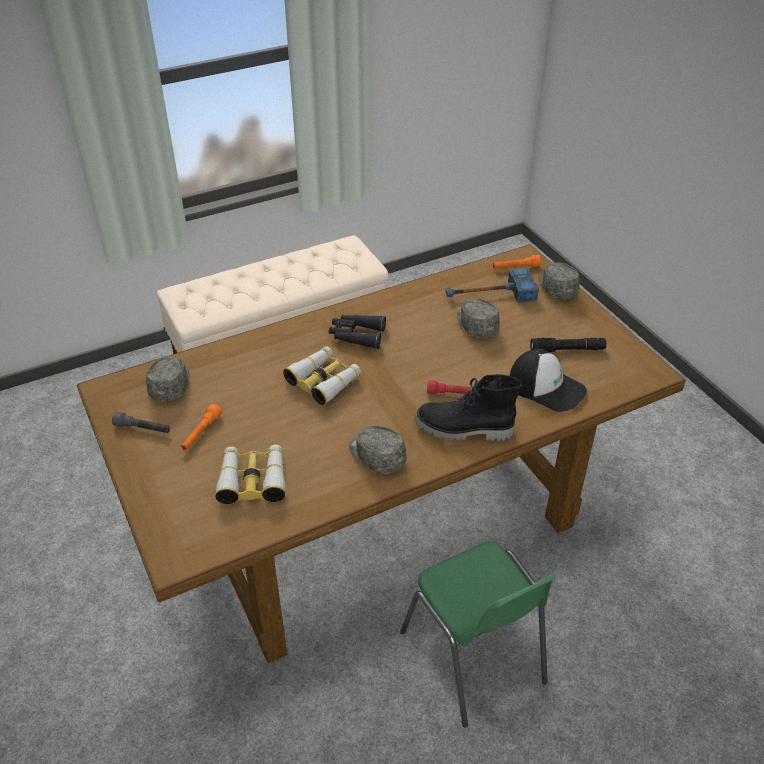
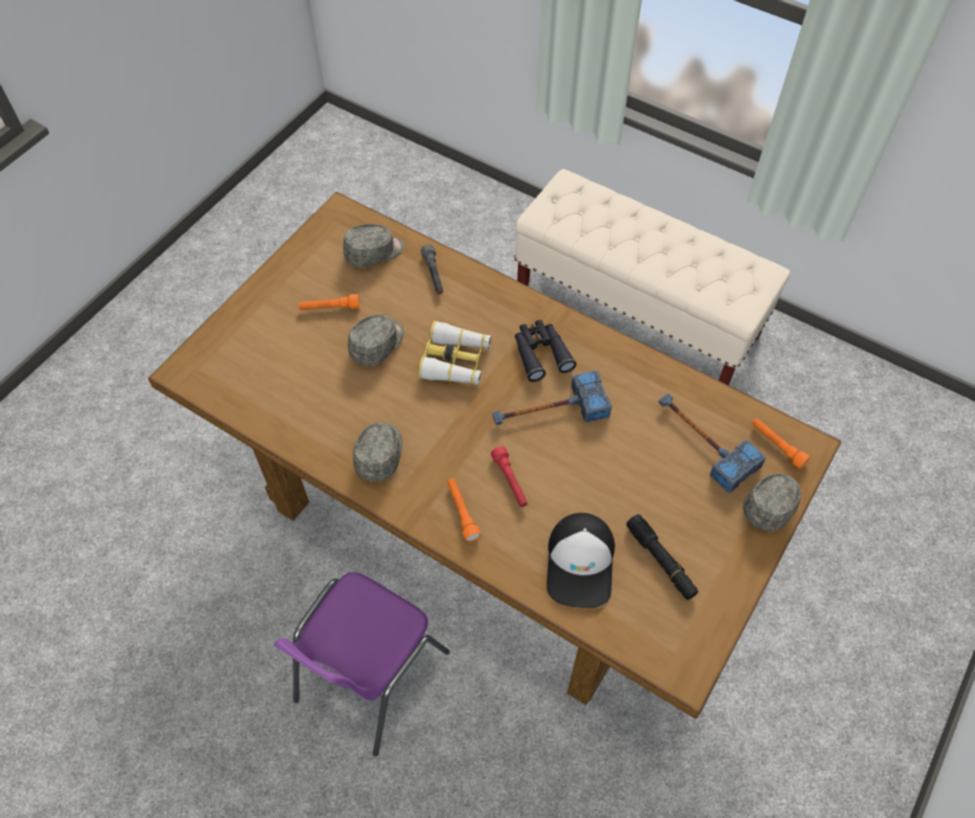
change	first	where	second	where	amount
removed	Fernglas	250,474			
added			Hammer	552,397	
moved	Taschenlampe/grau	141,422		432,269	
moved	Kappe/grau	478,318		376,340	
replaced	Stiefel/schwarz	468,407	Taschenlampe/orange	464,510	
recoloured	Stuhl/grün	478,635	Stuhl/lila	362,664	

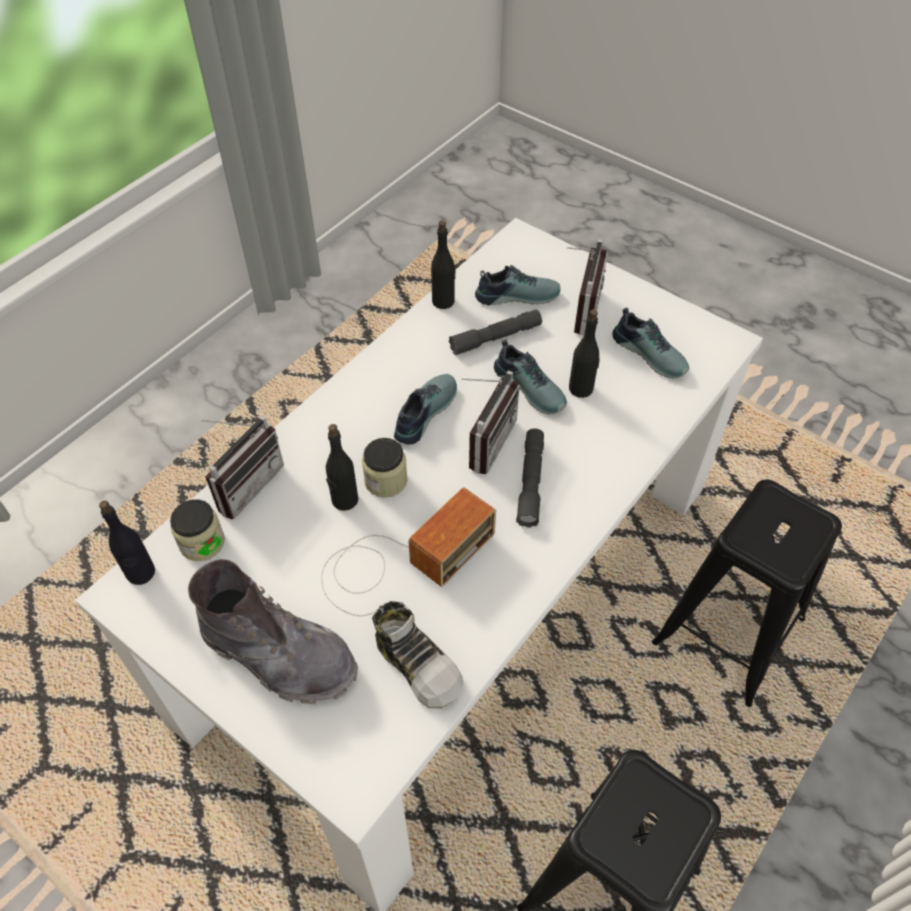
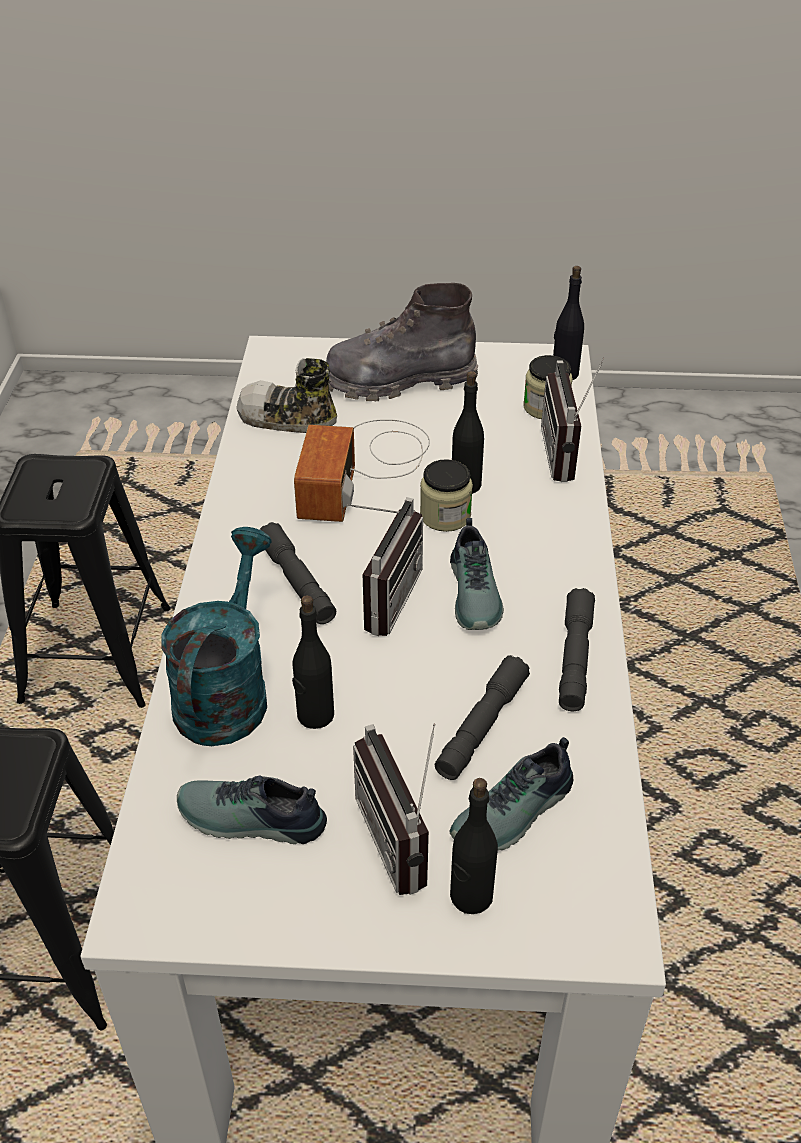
change	first	where	second	where	amount
removed	Schuh	530,376			
added			Gießkanne/türkis	216,636	
added			Taschenlampe/grau	577,649	
moved	Flasche/schwarz	443,265		474,846	
turned	Radio	491,422		385,566	150 degrees counterclockwise

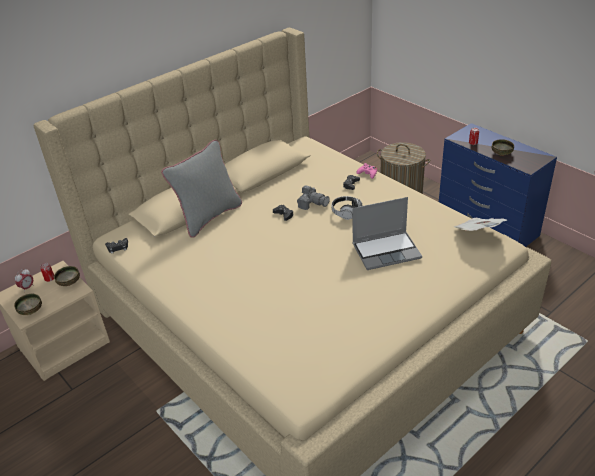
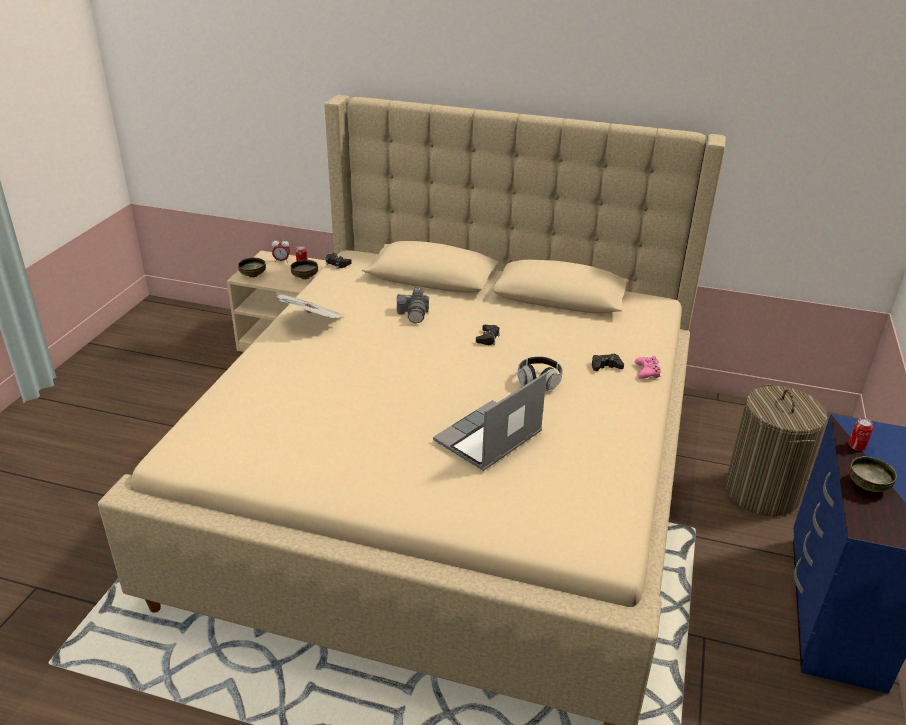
change	first	where	second	where	amount
removed	Kissen/grau	201,189			
moved	Kamera	313,198		413,305	
moved	Zeitung	480,224		310,306	
turned	Laptop	387,233		490,421	90 degrees clockwise

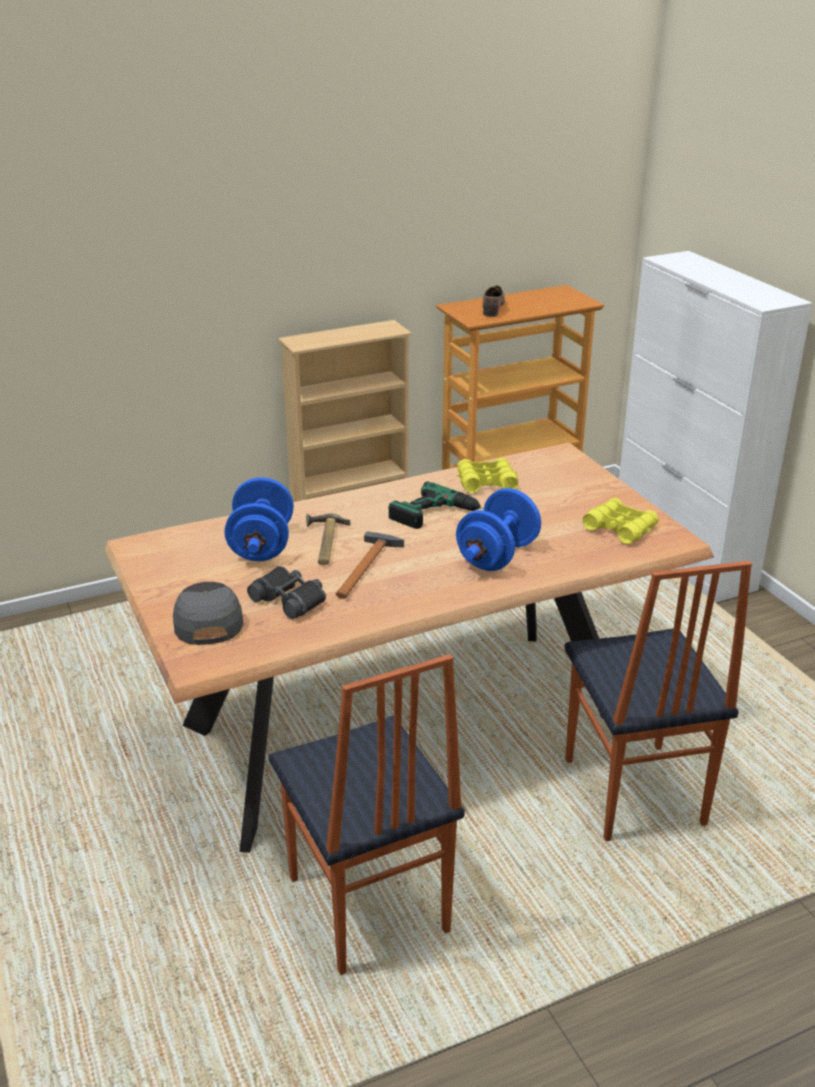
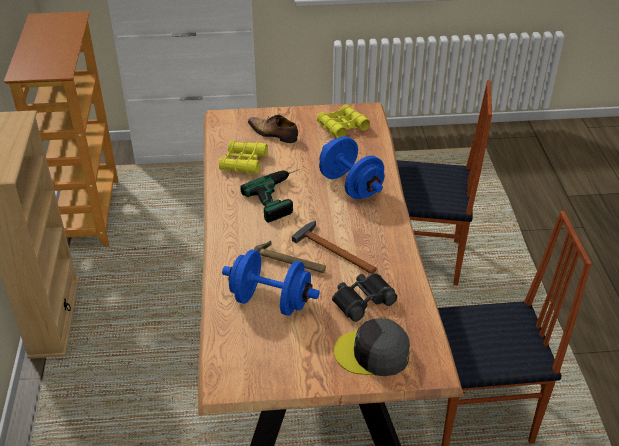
change	first	where	second	where	amount
moved	Schuh	494,301		273,129	

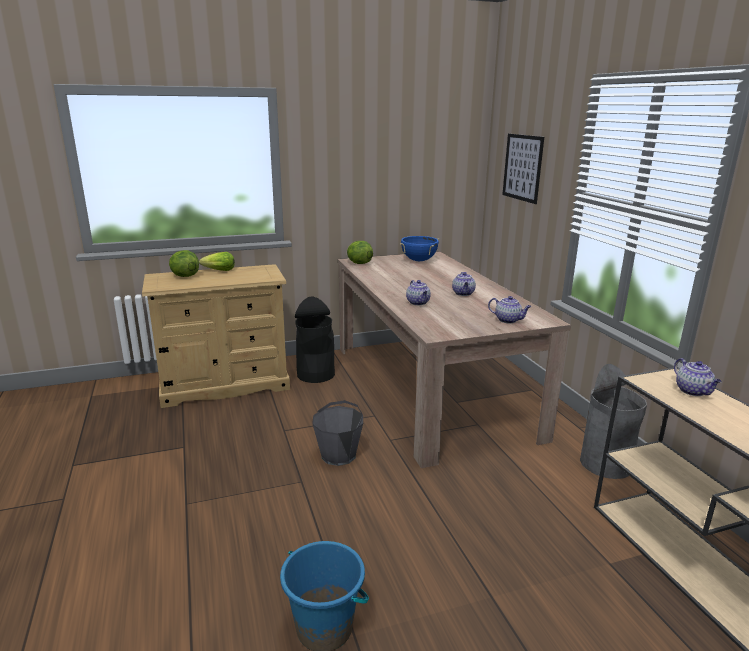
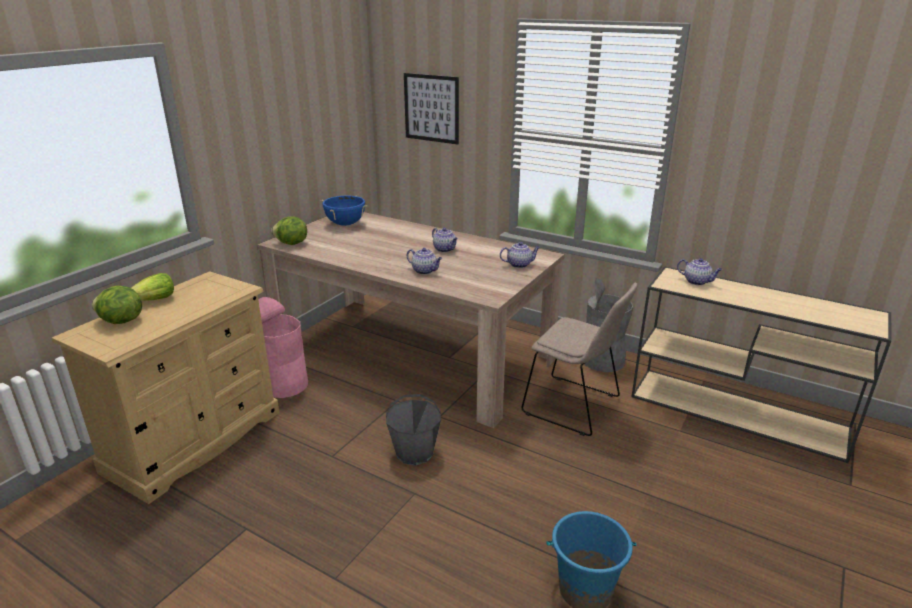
change	first	where	second	where	amount
added			Stuhl/beige	579,359	
recoloured	Mülleimer/schwarz	315,340	Mülleimer/rosa	283,347	

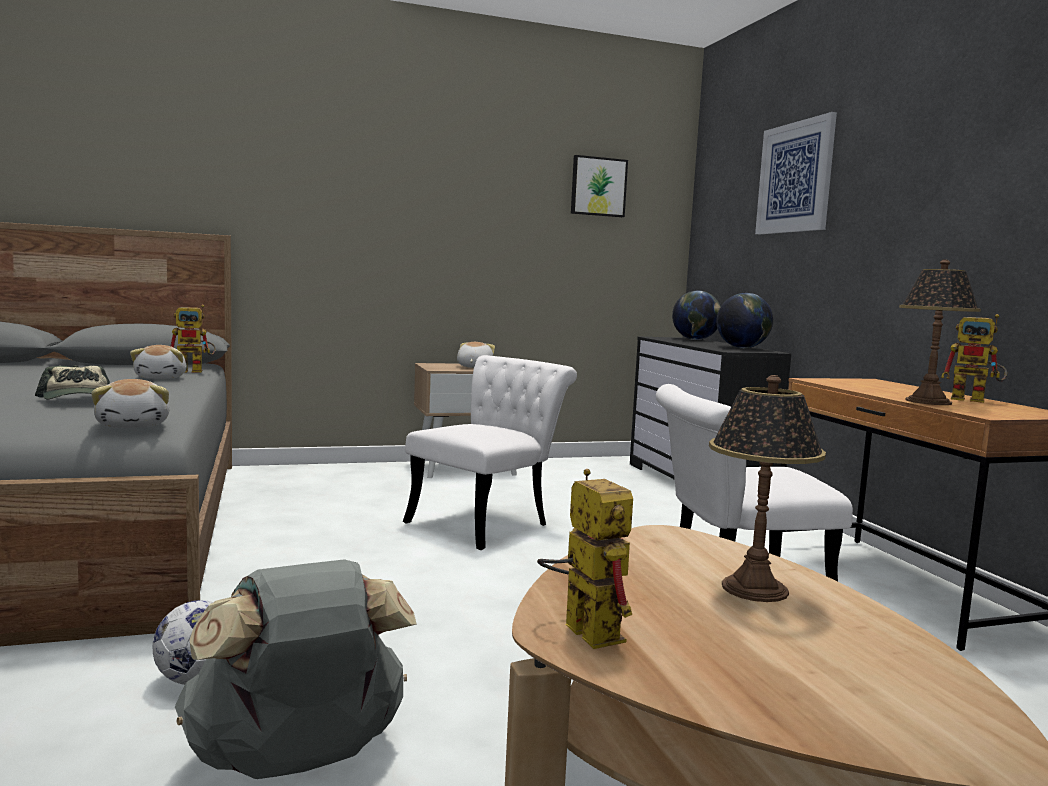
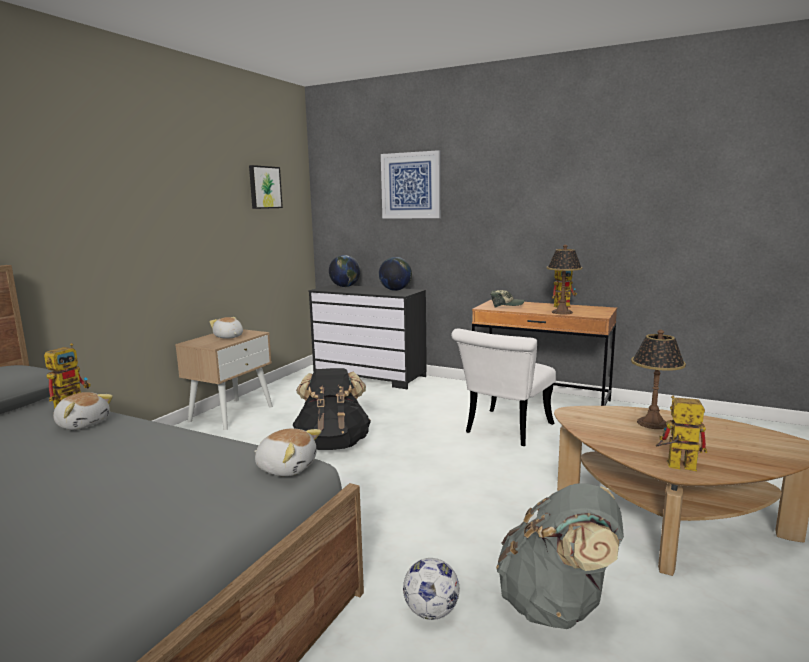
change	first	where	second	where	amount
moved	Kappe	72,382		507,298	
replaced	Stuhl/weiß	490,452	Rucksack/schwarz	331,409	

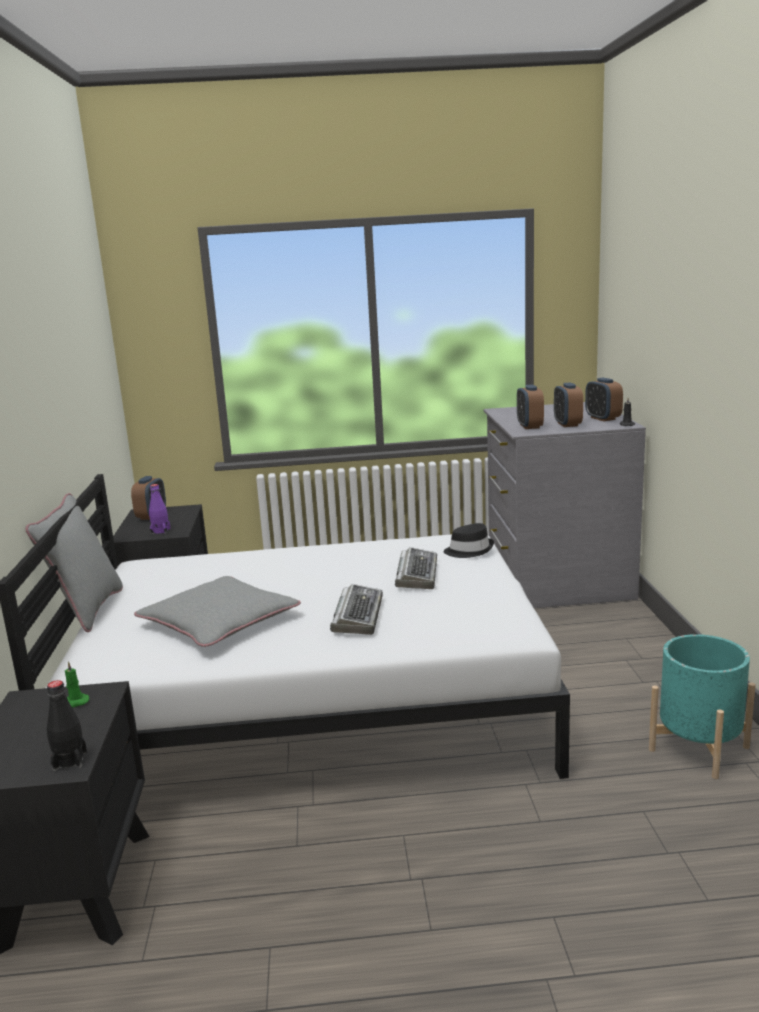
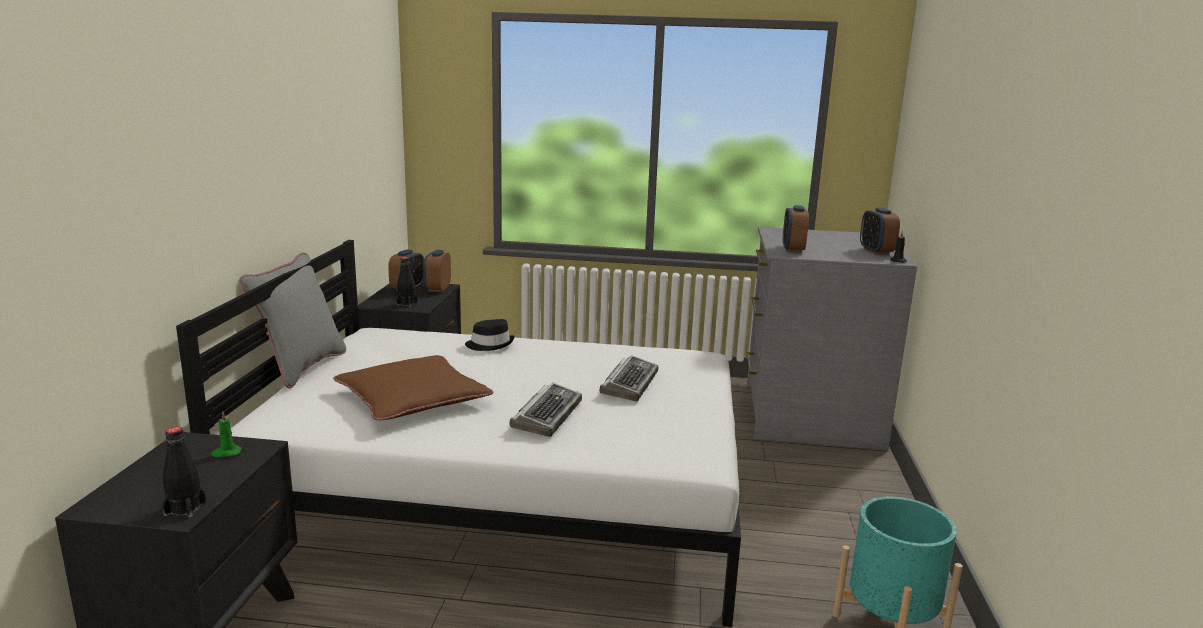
change	first	where	second	where	amount
moved	Hut/schwarz	469,540		490,335	
moved	Wecker	568,404		437,271	
recoloured	Kissen/grau	217,611	Kissen/braun	413,388	
recoloured	Flasche/lila	159,509	Flasche/schwarz	406,282	

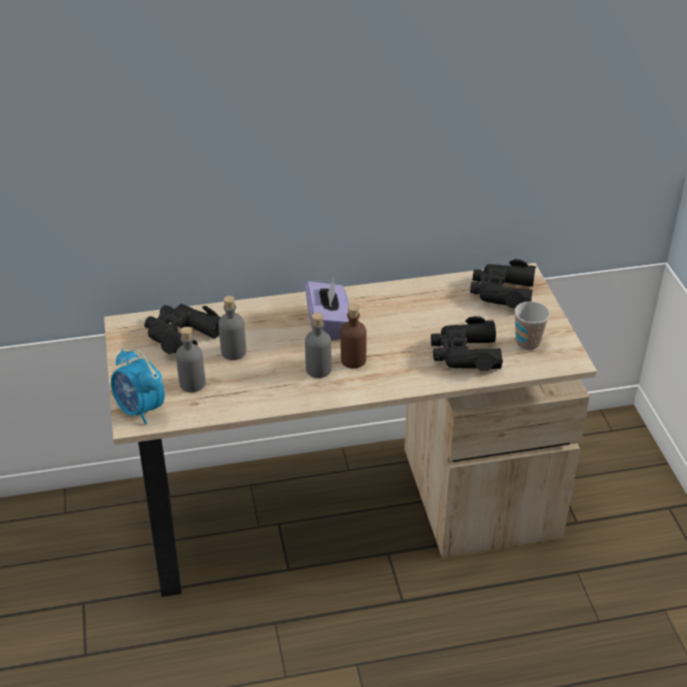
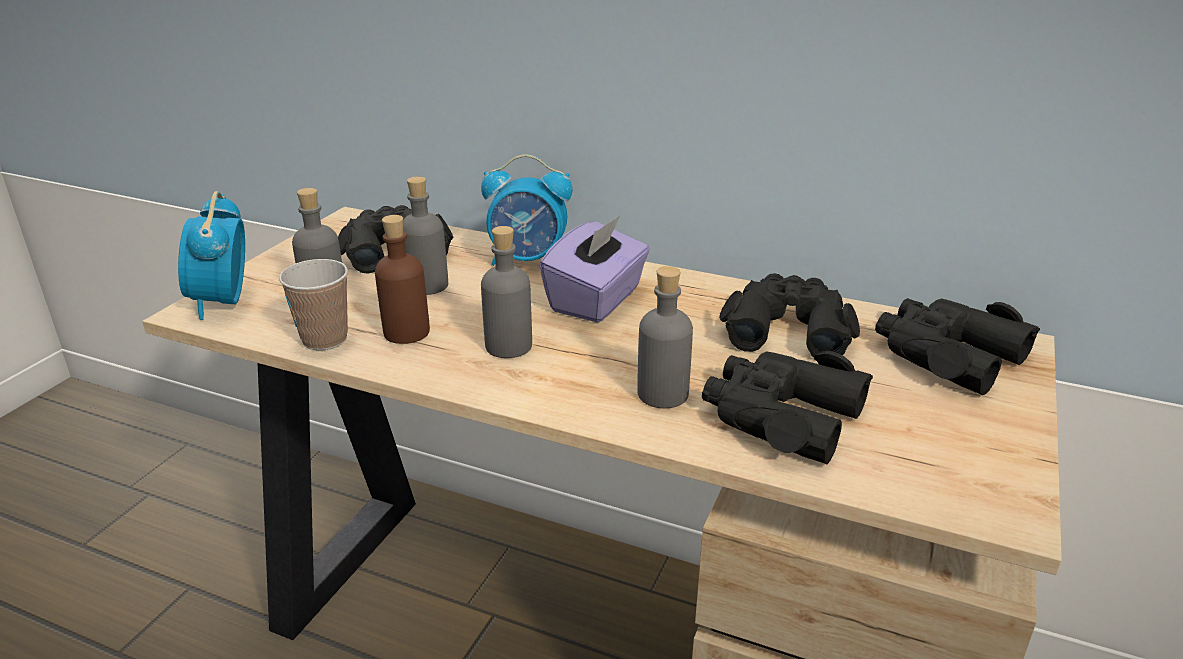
change	first	where	second	where	amount
added			Wecker	526,210	
added			Flasche/grau	665,337	
added			Fernglas/schwarz	789,315	
moved	Flasche/braun	353,336		402,279	
moved	Tasse	532,325		313,304	

